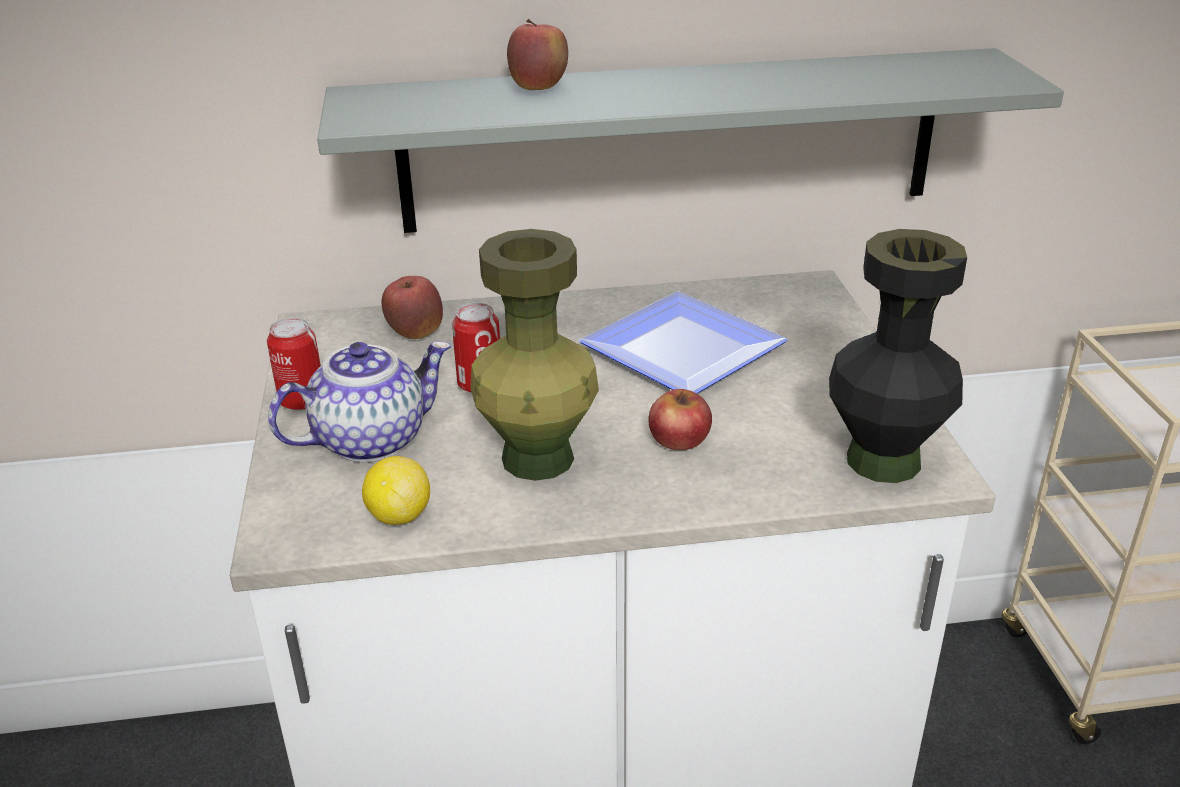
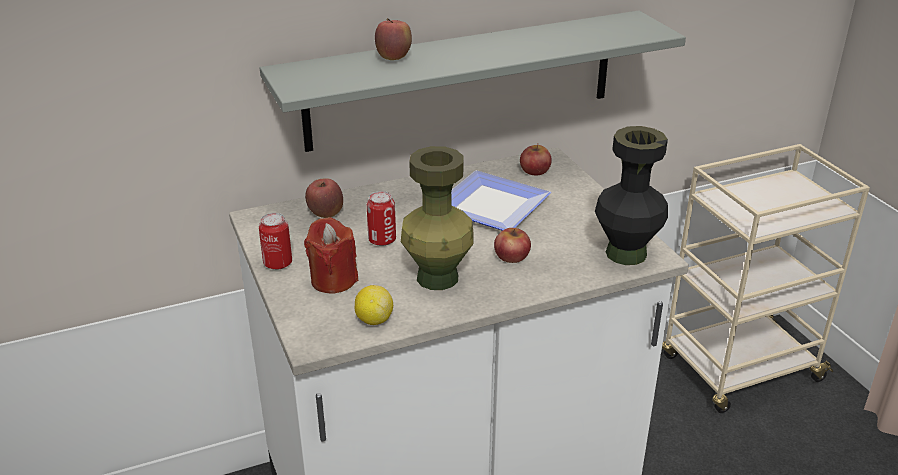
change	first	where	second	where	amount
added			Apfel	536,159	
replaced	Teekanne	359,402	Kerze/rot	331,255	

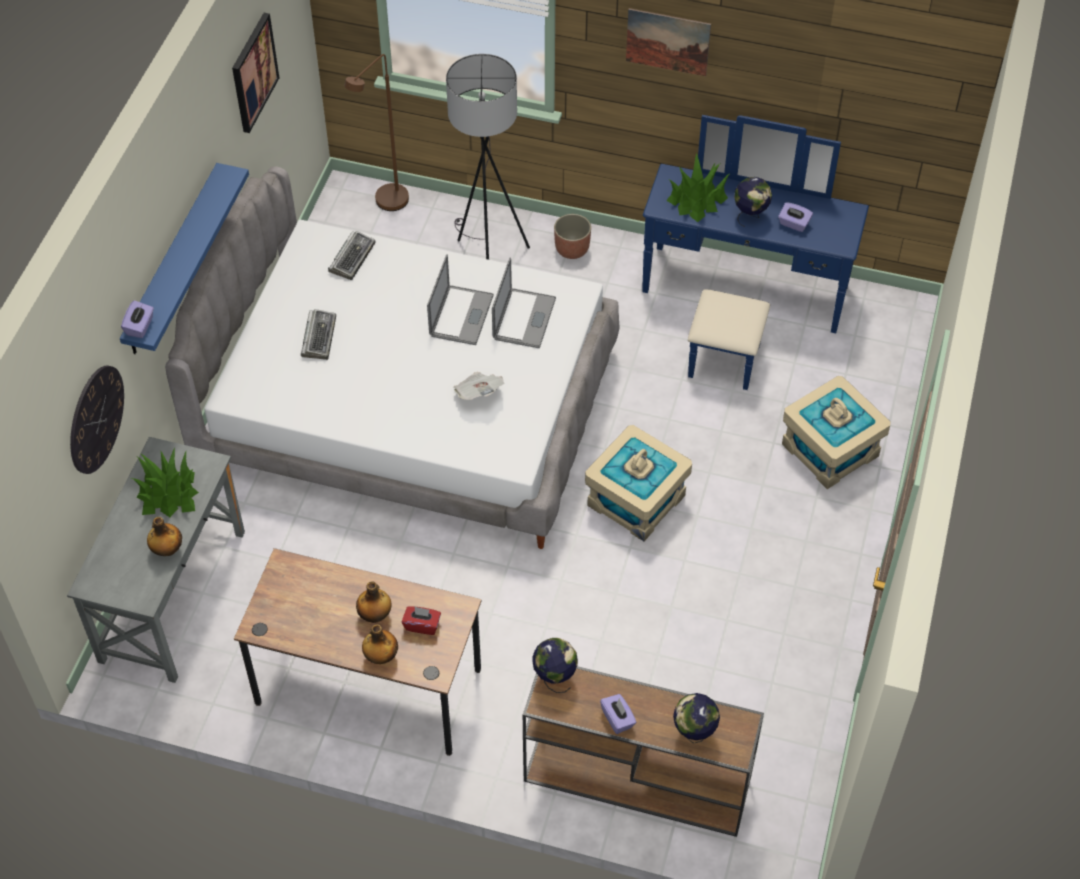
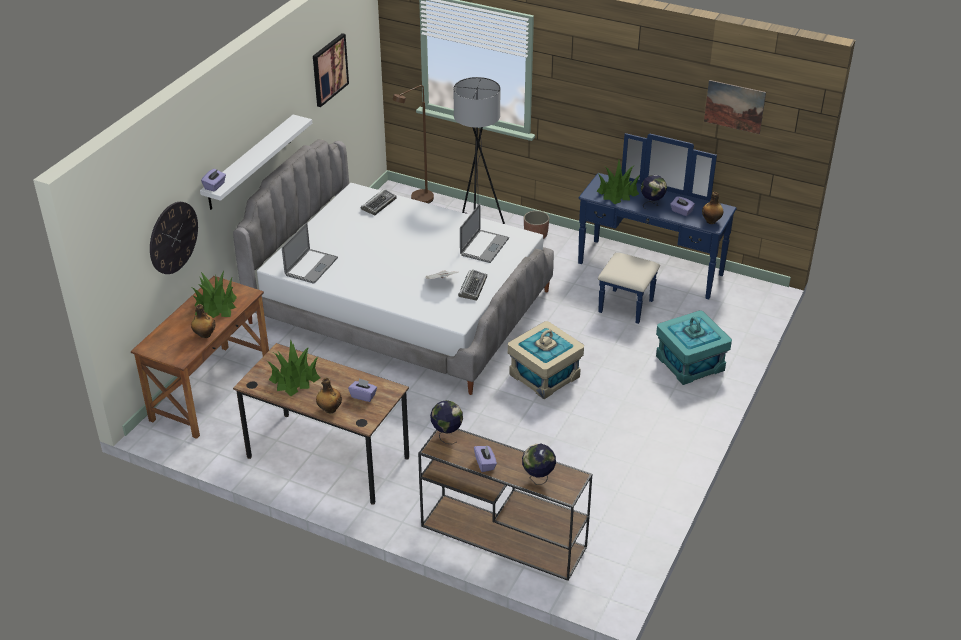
change	first	where	second	where	amount
added			Topfpflanze	293,367	
moved	Tastatur	318,334		472,285	
moved	Flasche	374,602		712,208	
moved	Laptop	460,299		310,253	
moved	Bild	668,42		735,107	
recoloured	Schreibtisch/grau	156,560	Schreibtisch/braun	200,357	
recoloured	Wandregal/blau	184,258	Wandregal/weiß	256,162	
recoloured	Taschentuchbox/rot	421,620	Taschentuchbox/lila	362,390	
recoloured	Aufbewahrungsbox/beige	836,432	Aufbewahrungsbox/türkis	694,347	

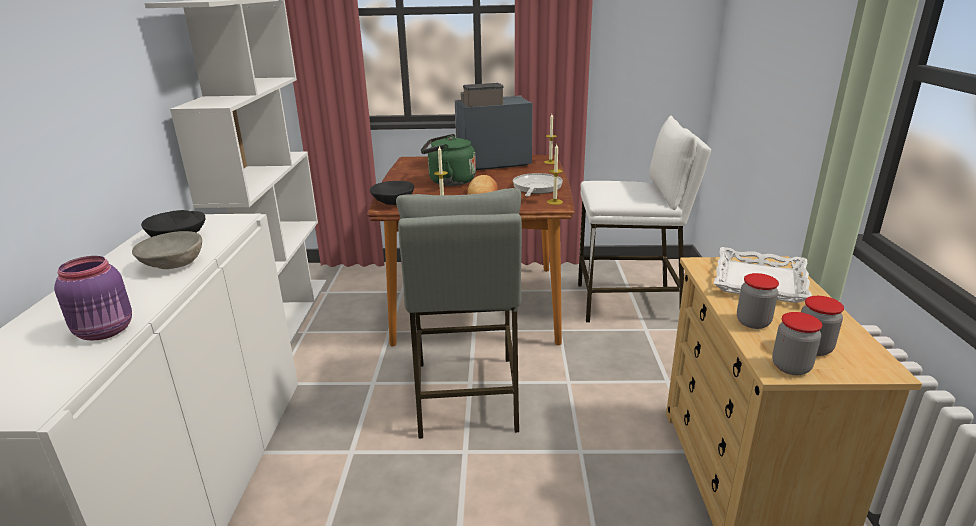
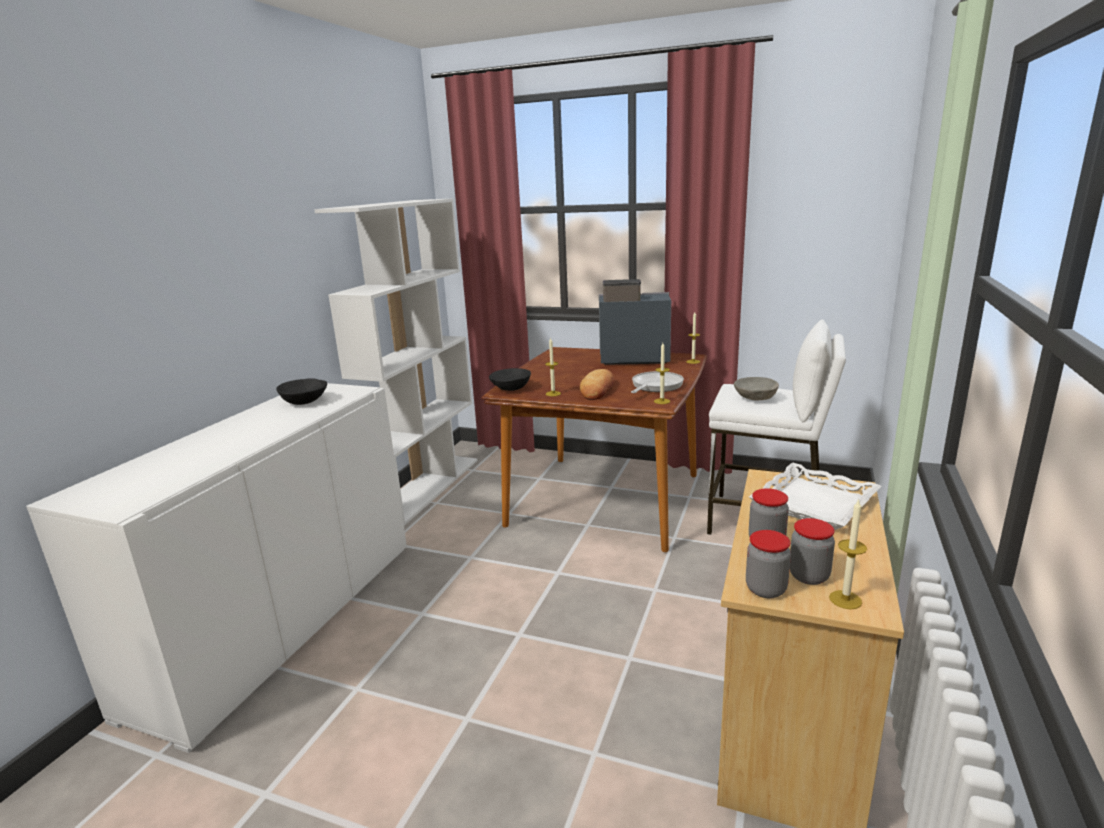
change	first	where	second	where	amount
removed	Vorratsglas/lila	93,298			
removed	Hocker/grau	459,313			
removed	Wasserkessel/grün	448,160			
added			Kerze	848,554	
moved	Schüssel/grau	167,250		756,388	

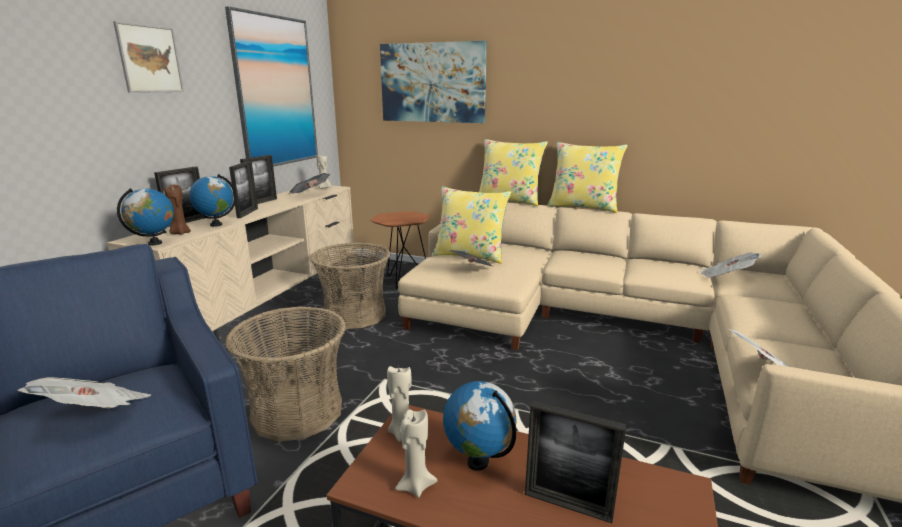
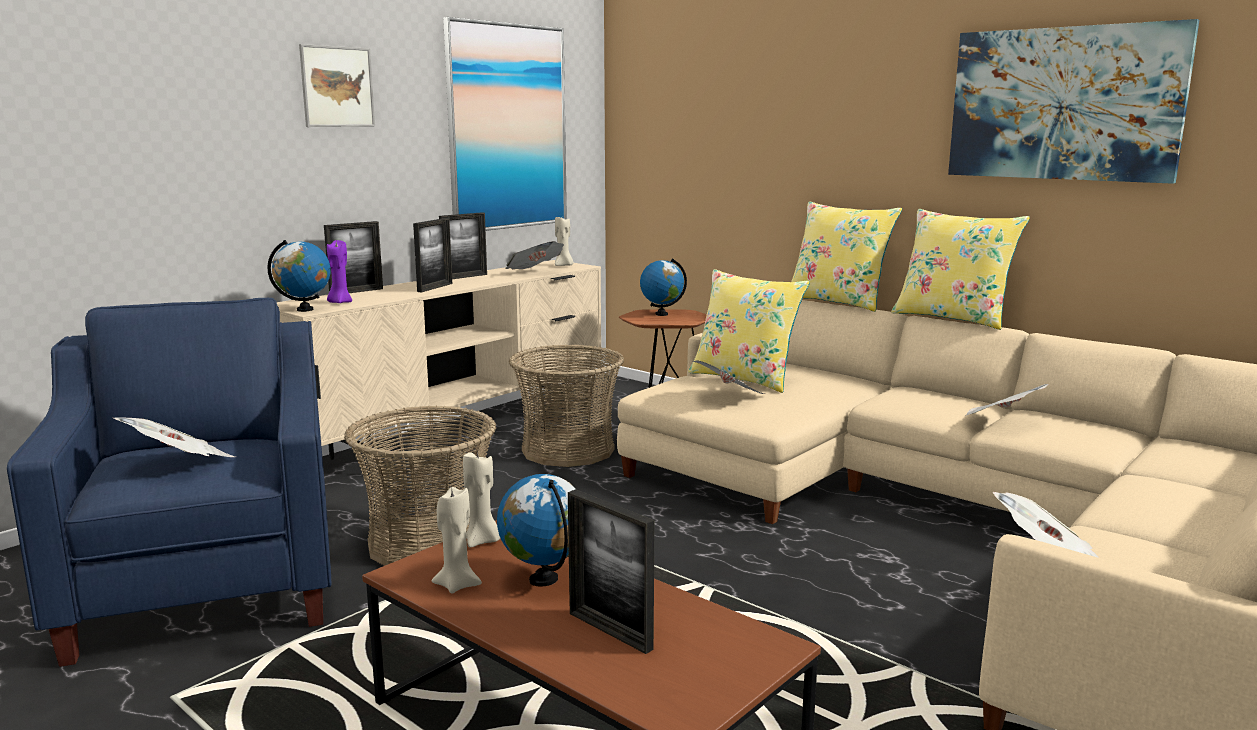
change	first	where	second	where	amount
moved	Globus	212,200		663,287	
moved	Bild	433,82		1073,101	
moved	Zeitung	730,265		1007,400	
recoloured	Kerze/braun	178,209	Kerze/lila	339,271	

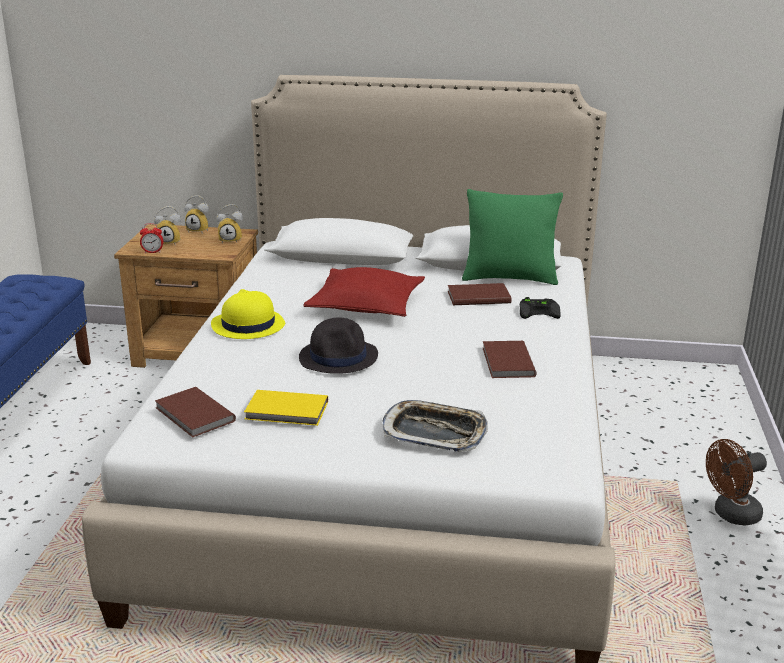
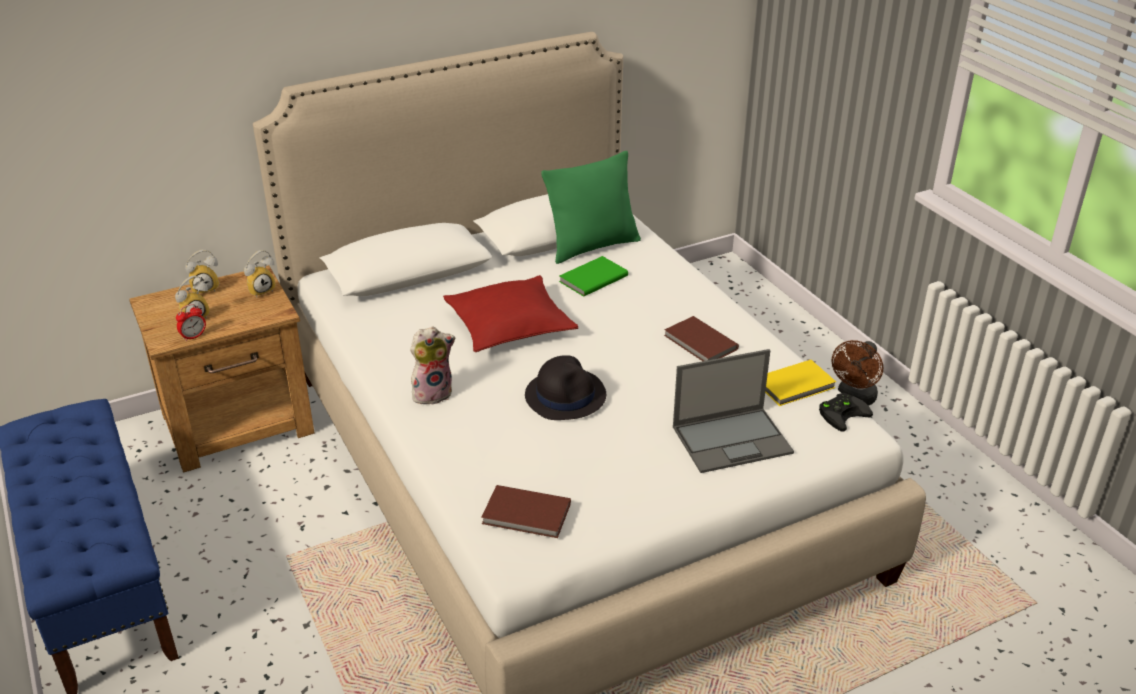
change	first	where	second	where	amount
moved	Buch/gelb	286,408		800,383	
moved	Gamepad/schwarz	540,308		846,412	
replaced	Hut/gelb	248,314	Plüschtier	432,366	
replaced	Tablett	435,426	Laptop	733,411	
recoloured	Buch/braun	479,294	Buch/grün	593,276	

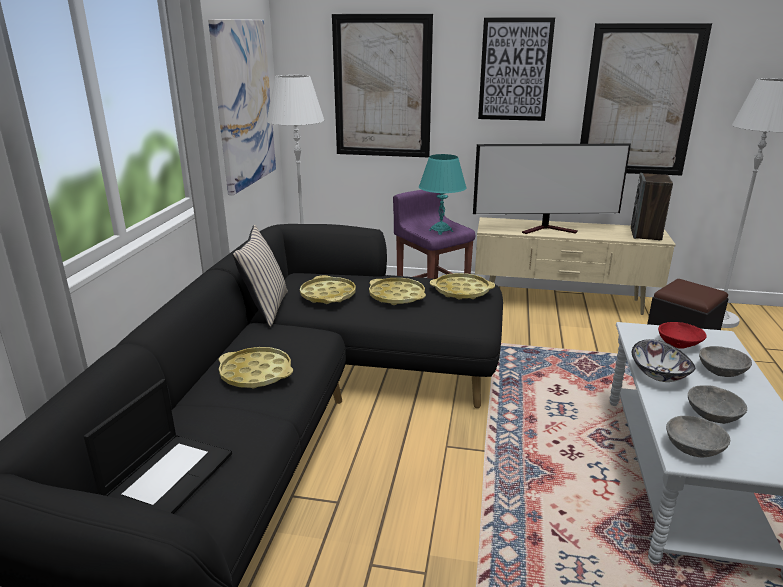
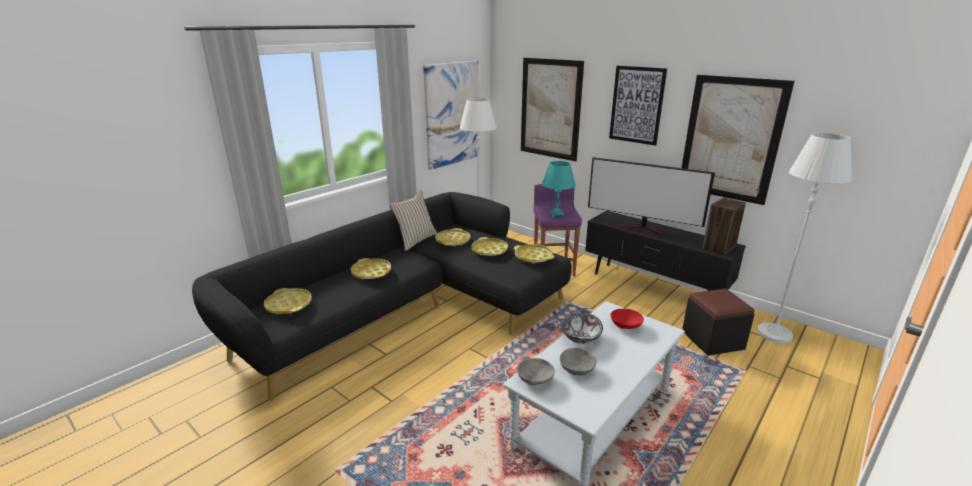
change	first	where	second	where	amount
removed	Schüssel/grau	725,361			
replaced	Laptop	158,446	Tablett/gelb	288,301	
recoloured	Fernsehschrank/beige	575,266	Fernsehschrank/schwarz	665,251	

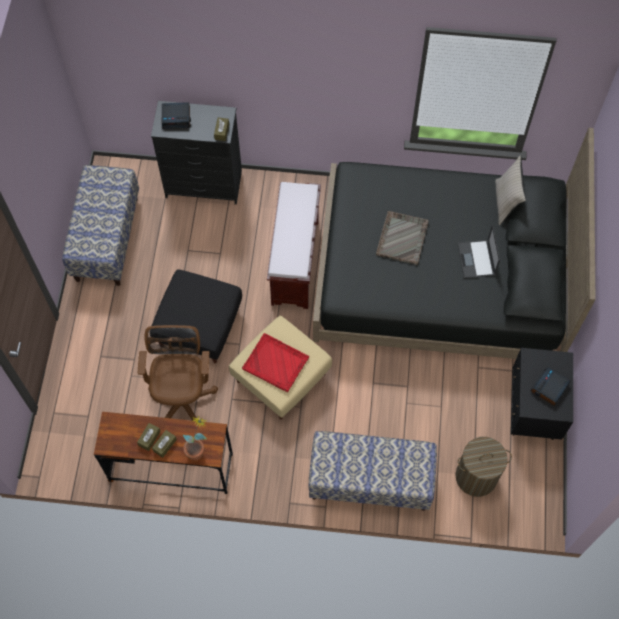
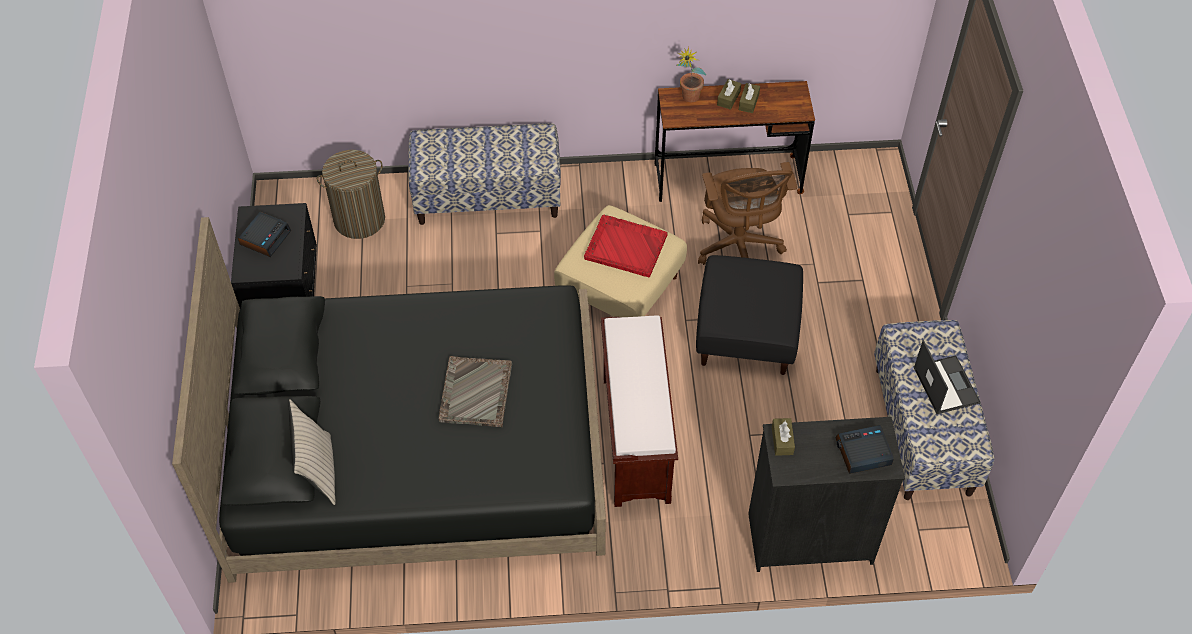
change	first	where	second	where	amount
moved	Laptop	478,251		947,377	

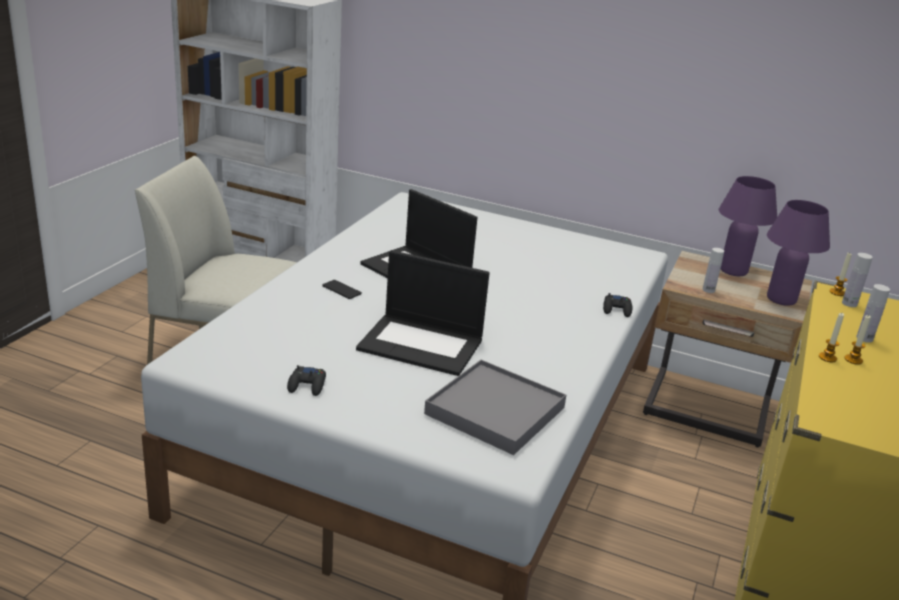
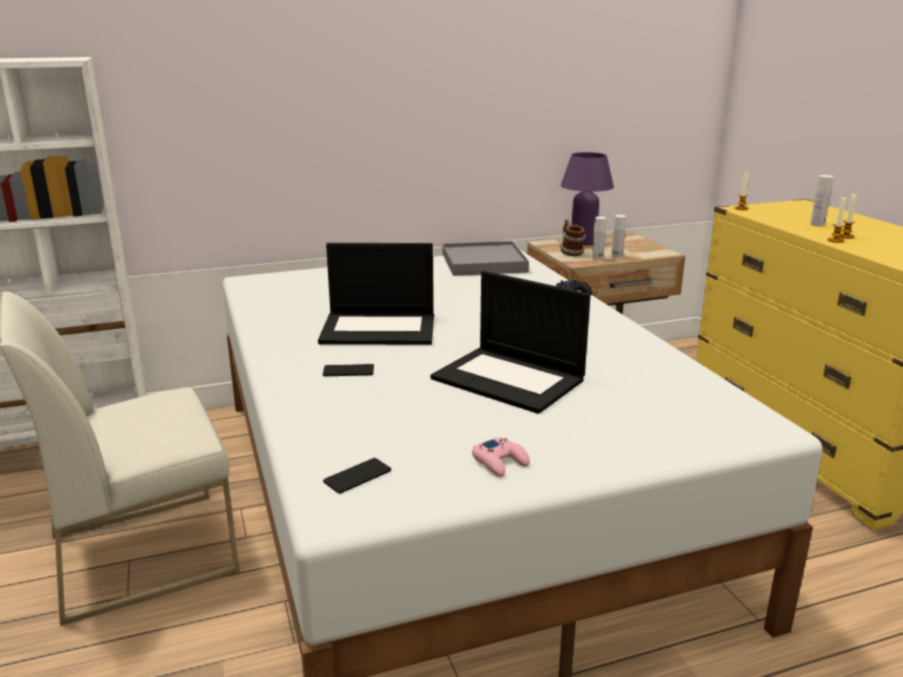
change	first	where	second	where	amount
removed	Tischlampe/lila	798,253			
added			Handy	357,476	
added			Henkelbecher	572,237	
moved	Tablett/grau	495,407		486,258	
moved	Flasche/weiß	857,280		618,236	
recoloured	Gamepad/schwarz	306,380	Gamepad/rosa	501,457	
turned	Laptop	423,313		511,342	60 degrees clockwise

